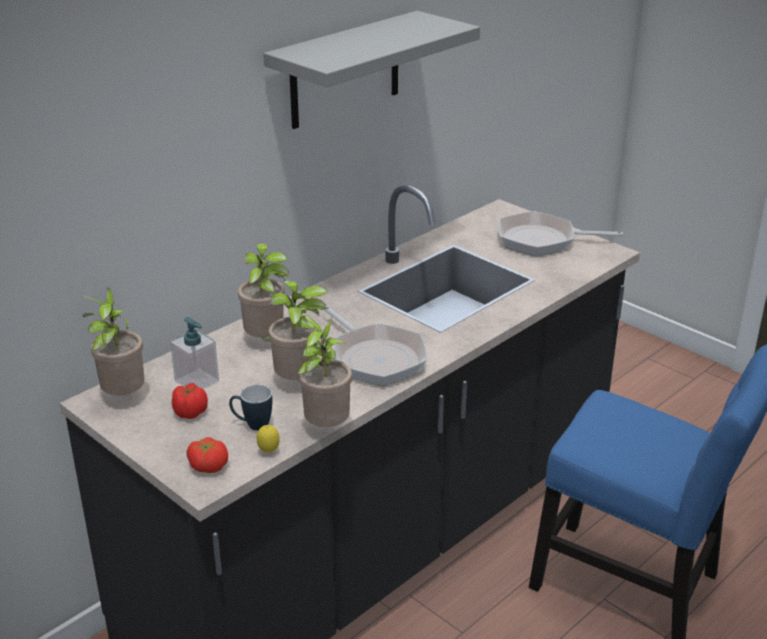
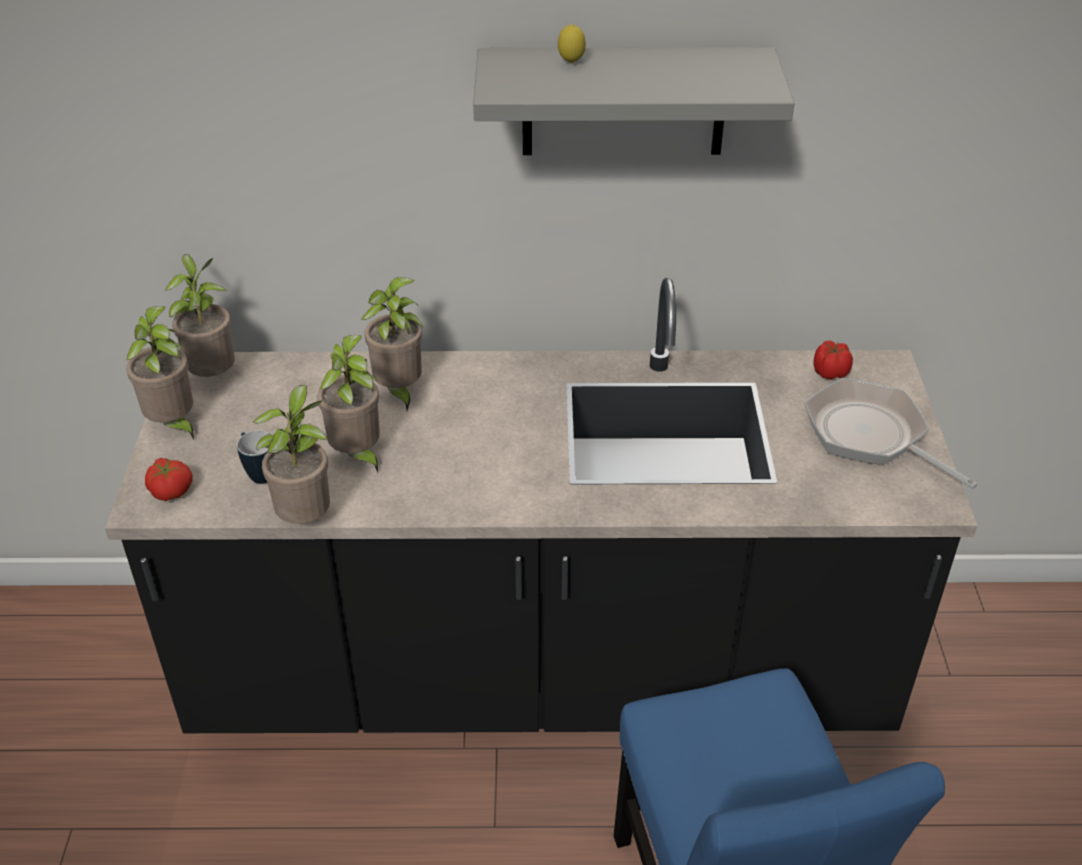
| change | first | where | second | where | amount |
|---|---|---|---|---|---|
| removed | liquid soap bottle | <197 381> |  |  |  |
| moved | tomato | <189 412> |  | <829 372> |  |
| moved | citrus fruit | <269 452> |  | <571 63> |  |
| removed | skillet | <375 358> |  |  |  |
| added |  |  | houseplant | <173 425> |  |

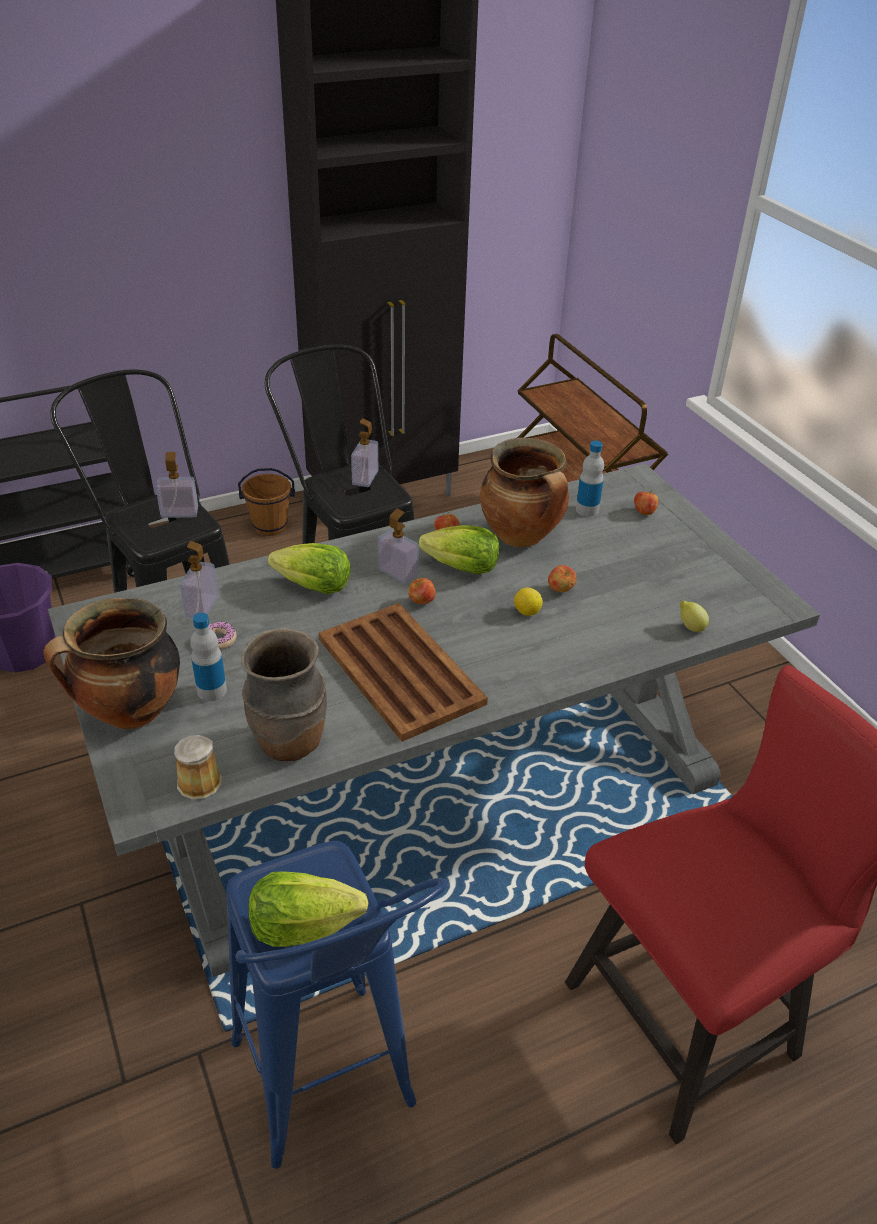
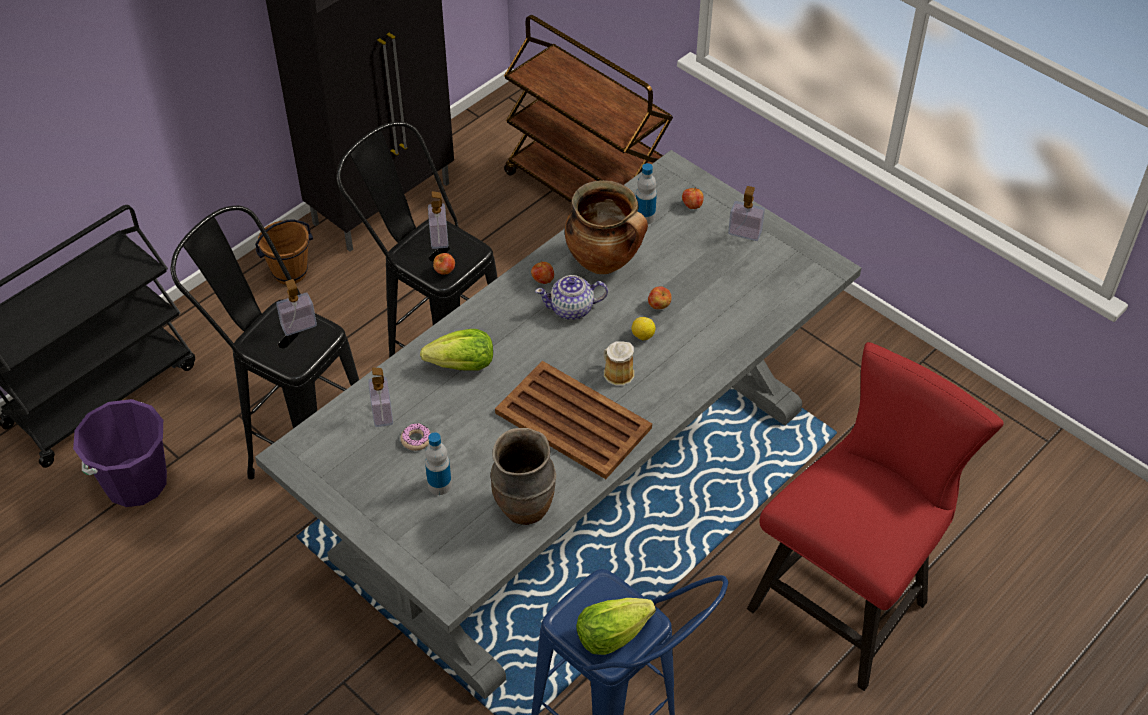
| change | first | where | second | where | amount |
|---|---|---|---|---|---|
| removed | saucepot | <130 713> |  |  |  |
| moved | coffee mug | <198 781> |  | <617 373> |  |
| moved | liquid soap bottle | <398 572> |  | <745 232> |  |
| moved | whole apple | <421 602> |  | <445 271> |  |
| replaced | lettuce head | <462 568> | teapot | <572 309> |  |
| removed | citrus fruit | <690 627> |  |  |  |

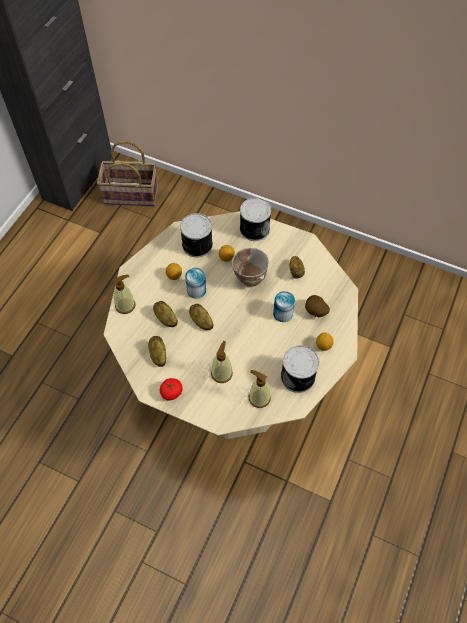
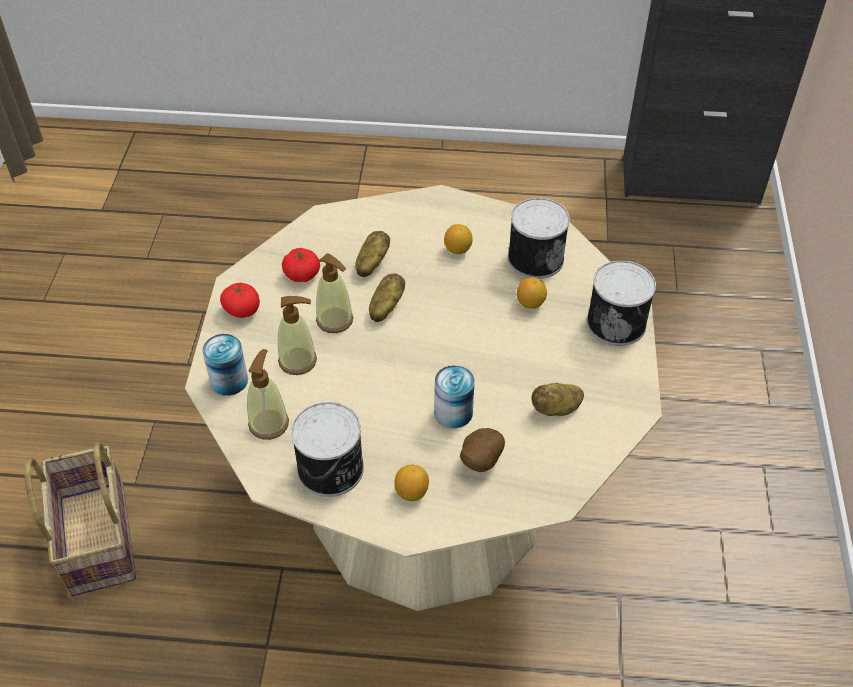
| change | first | where | second | where | amount |
|---|---|---|---|---|---|
| moved | storage basket | <130 195> |  | <96 538> |  |
| moved | liquid soap bottle | <125 305> |  | <335 320> |  |
| replaced | whole potato | <158 355> | tomato | <302 274> |  |
| moved | metal can | <196 290> |  | <229 380> |  |
| removed | bowl | <249 278> |  |  |  |

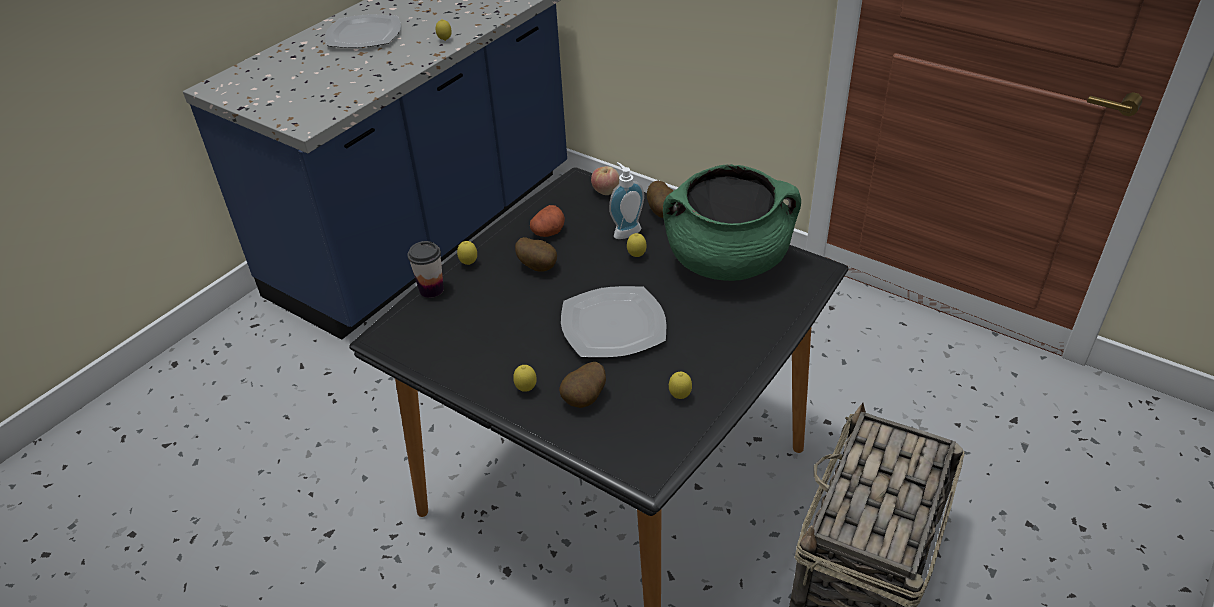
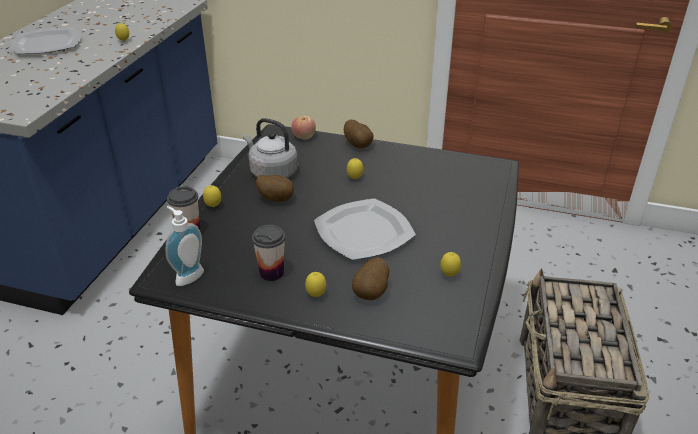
| change | first | where | second | where | amount |
|---|---|---|---|---|---|
| replaced | whole potato | <548 232> | tea kettle/greyish | <271 172> |  |
| moved | liquid soap bottle | <625 231> |  | <187 275> |  |
| removed | saucepot/green | <727 261> |  |  |  |
| added |  |  | cup | <271 273> |  |

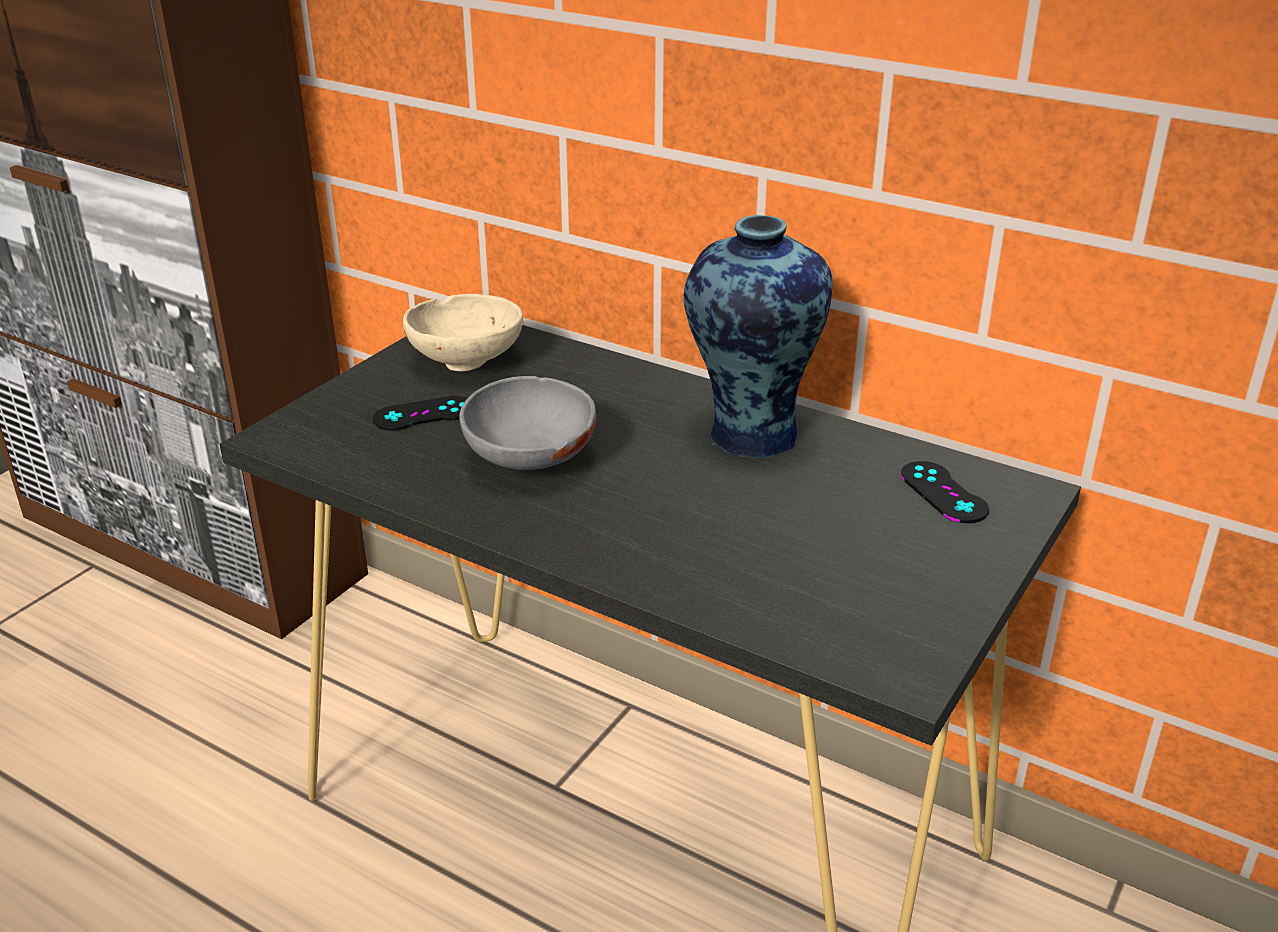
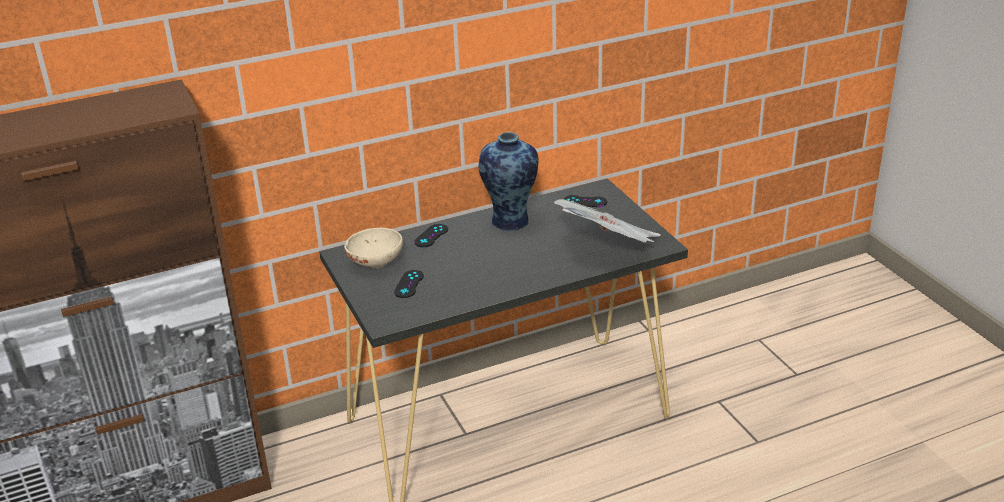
| change | first | where | second | where | amount |
|---|---|---|---|---|---|
| removed | bowl/greyish | <529 462> |  |  |  |
| added |  |  | gamepad/black-coloured | <431 236> |  |
| added |  |  | printed paper | <609 246> |  |

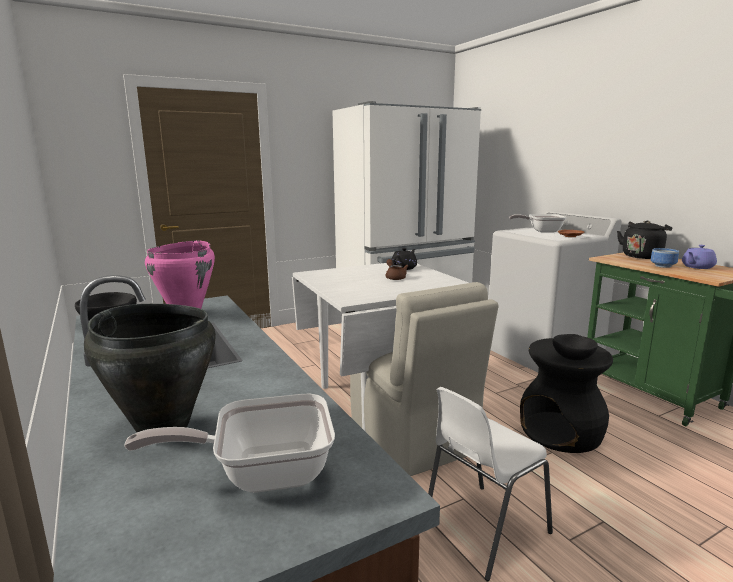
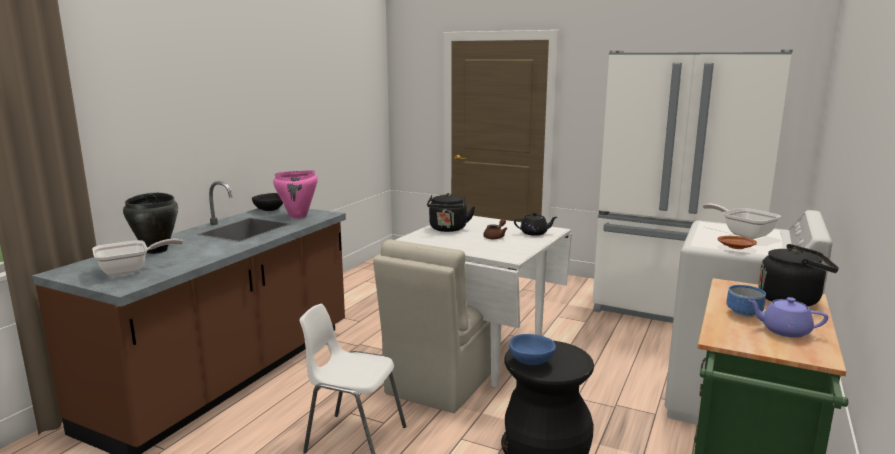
| change | first | where | second | where | amount |
|---|---|---|---|---|---|
| turned | skillet | <262 473> |  | <130 270> | 105 degrees clockwise |
| recoloured | bowl/black-coloured | <573 358> | bowl/blue | <531 362> |  |
| added |  |  | tea kettle/black-coloured | <448 229> |  |

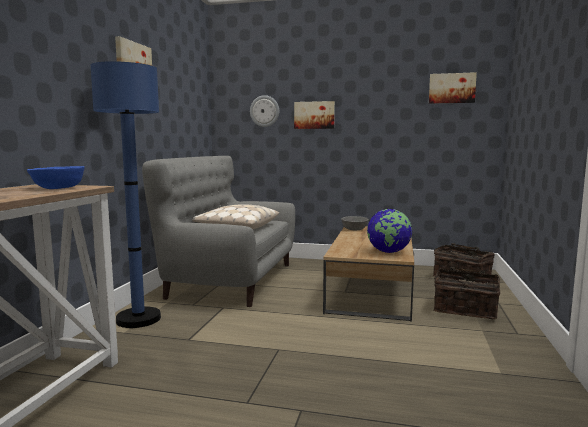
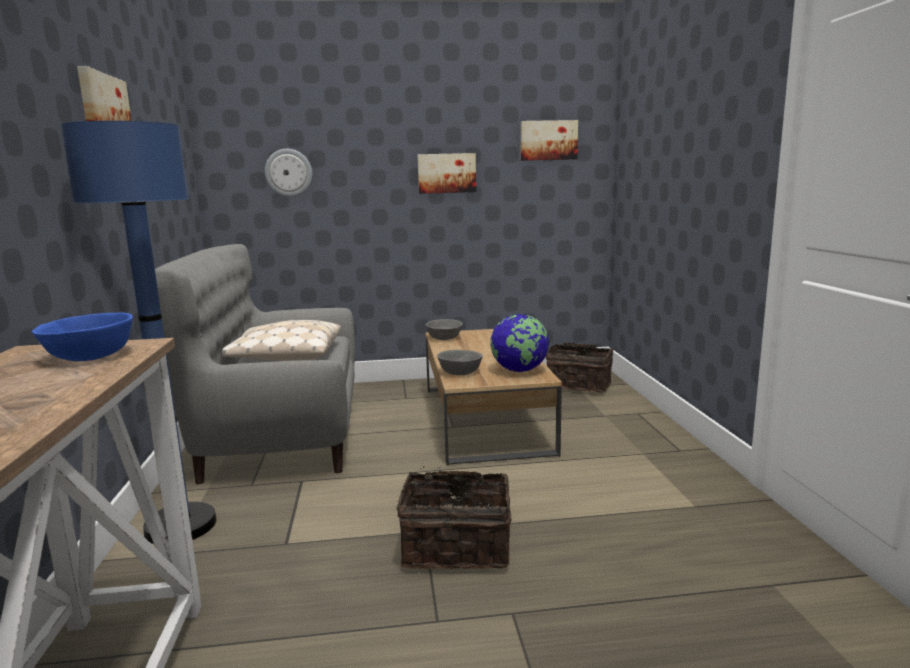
| change | first | where | second | where | amount |
|---|---|---|---|---|---|
| moved | wall art | <314 115> |  | <446 173> |  |
| moved | storage basket | <465 310> |  | <456 546> |  |
| added |  |  | bowl/greyish | <460 372> |  |

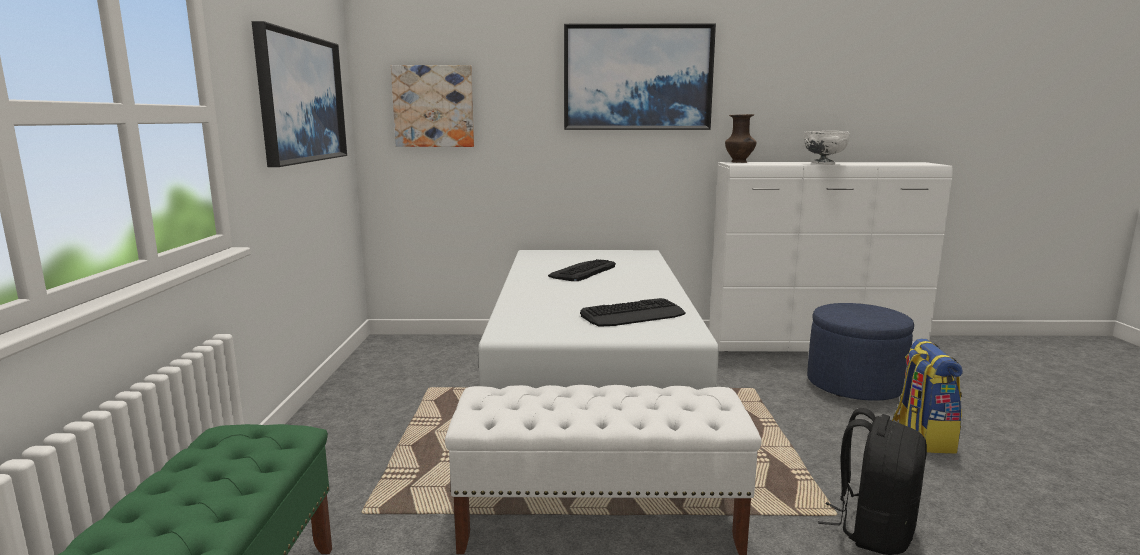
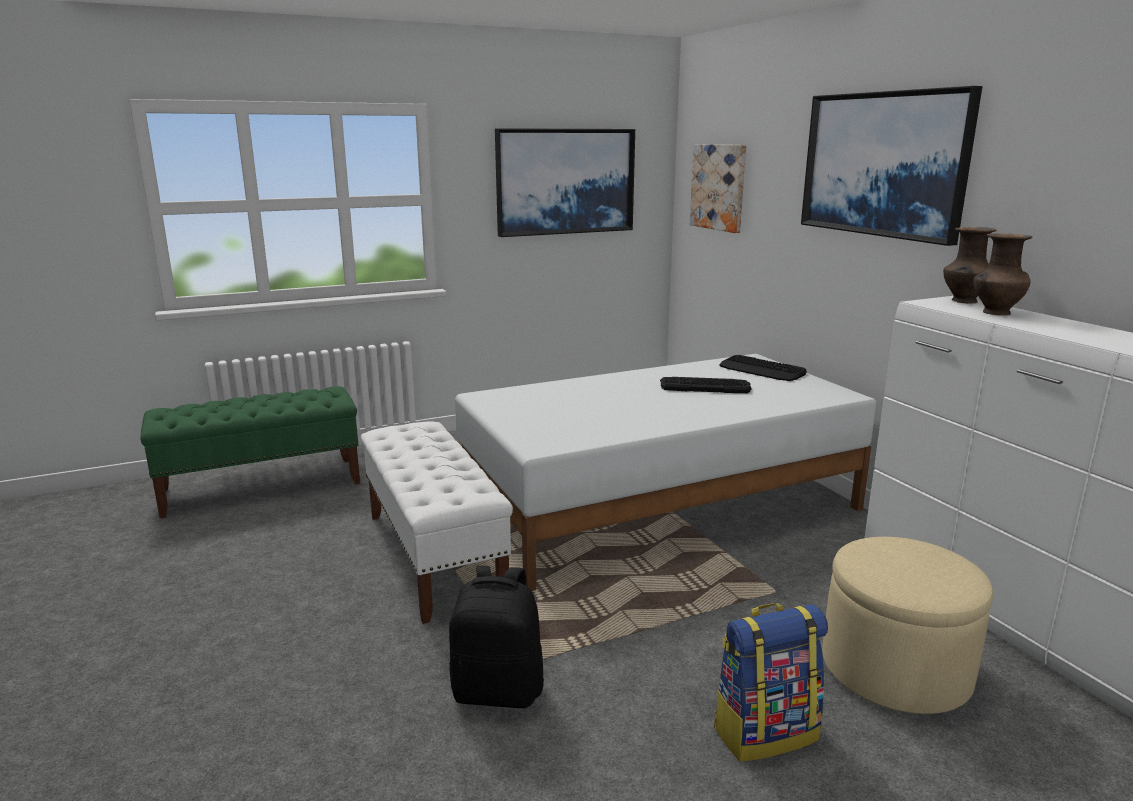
| change | first | where | second | where | amount |
|---|---|---|---|---|---|
| moved | PC keyboard | <633 314> |  | <762 370> |  |
| removed | bowl/white | <823 164> |  |  |  |
| recoloured | footrest/blue | <854 384> | footrest/beige-coloured | <895 669> |  |
| added |  |  | vase/brownish | <995 313> |  |

